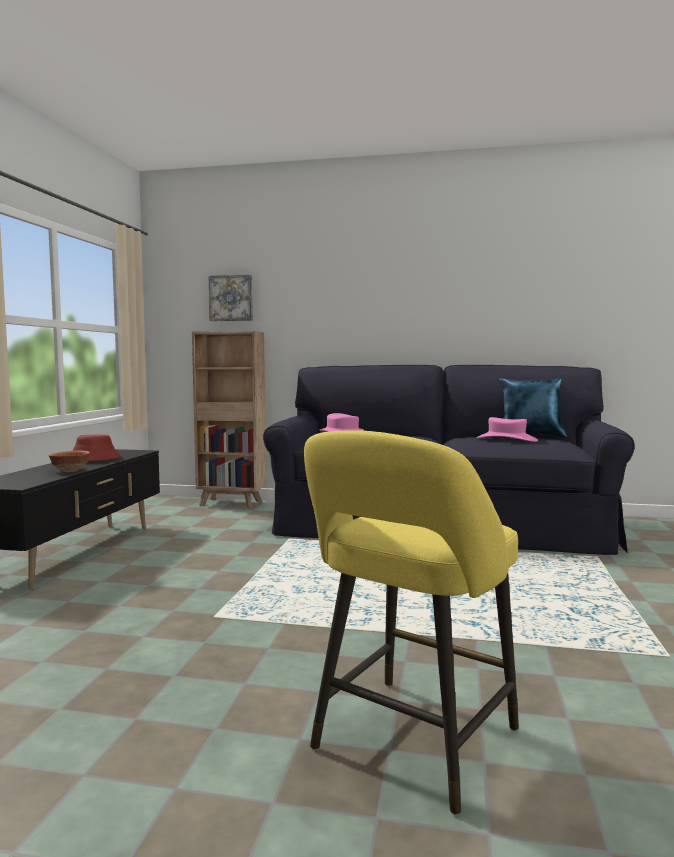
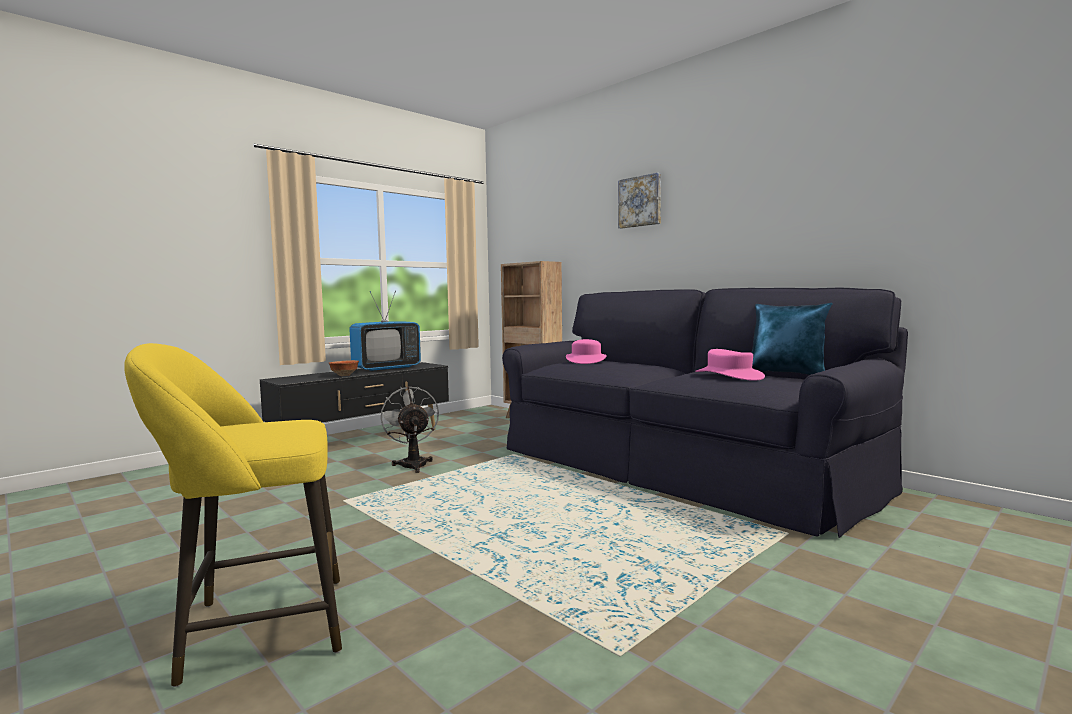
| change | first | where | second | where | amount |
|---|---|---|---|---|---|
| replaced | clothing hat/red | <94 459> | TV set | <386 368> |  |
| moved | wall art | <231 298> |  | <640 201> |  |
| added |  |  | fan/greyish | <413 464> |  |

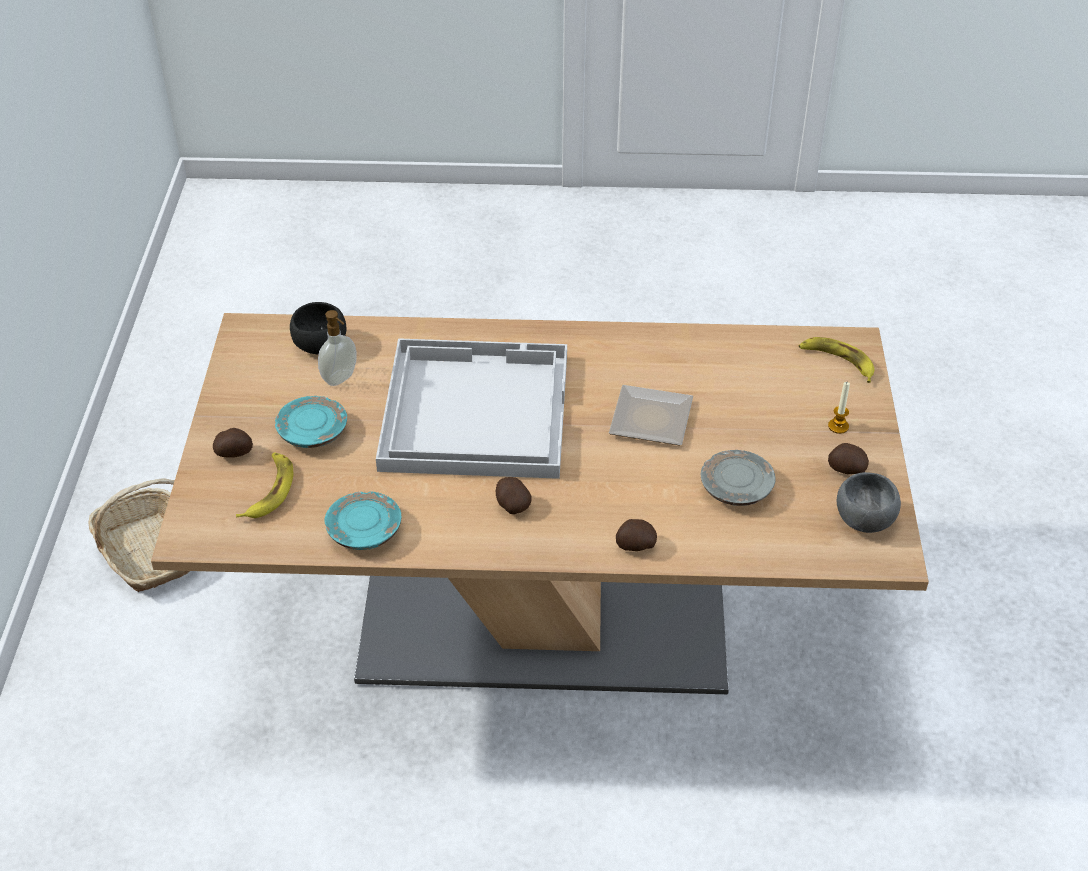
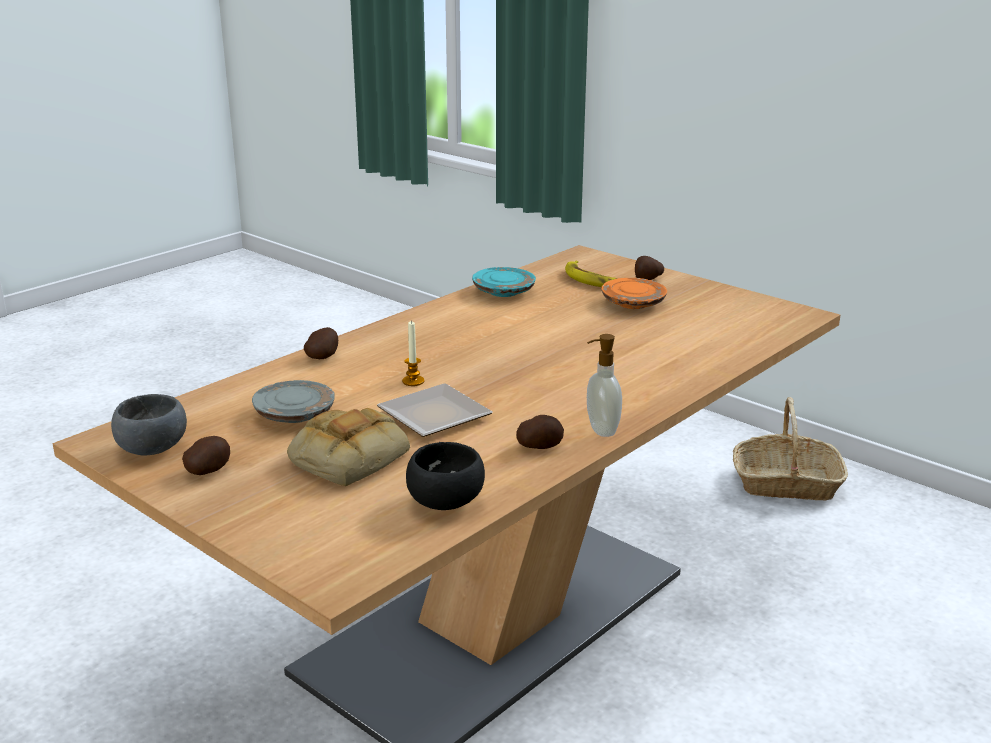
| change | first | where | second | where | amount |
|---|---|---|---|---|---|
| recoloured | flat dish/turquoise | <312 431> | flat dish/orange-coloured | <633 303> |  |
| moved | bowl/black-coloured | <319 344> |  | <448 502> |  |
| moved | liquid soap bottle | <340 378> |  | <601 430> |  |
| removed | tray/white | <474 410> |  |  |  |
| moved | whole potato | <512 505> |  | <539 447> |  |
| removed | banana fruit | <837 361> |  |  |  |
| moved | candle | <838 426> |  | <413 381> |  |
| added |  |  | bakery bread | <348 457> |  |

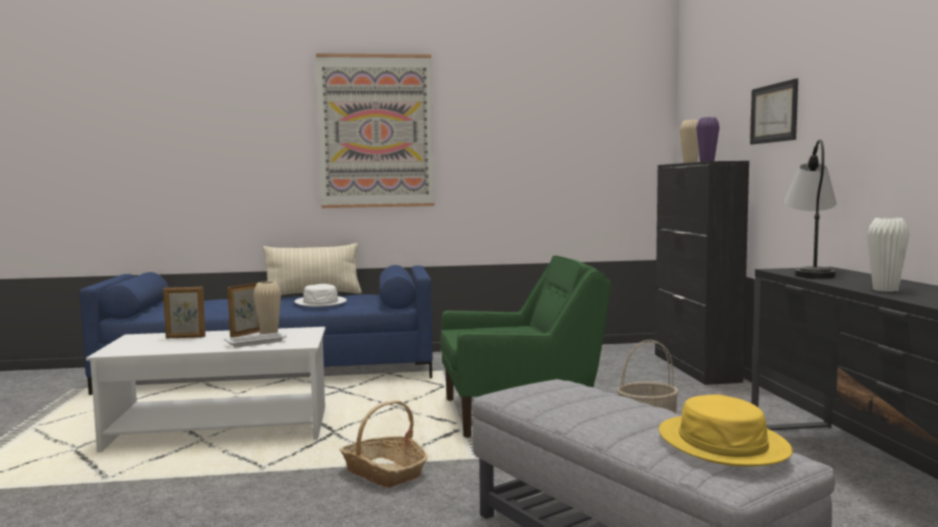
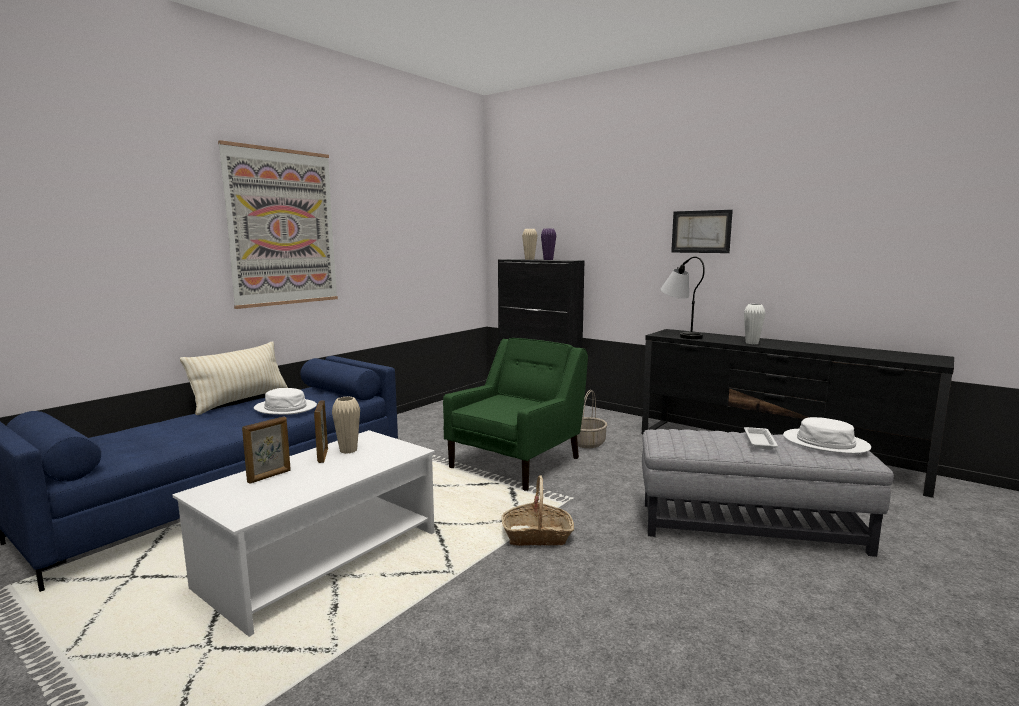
| change | first | where | second | where | amount |
|---|---|---|---|---|---|
| moved | tray/white | <257 343> |  | <759 441> |  |
| recoloured | clothing hat/yellow-coloured | <723 443> | clothing hat/white | <825 443> |  |
| moved | wall art | <774 113> |  | <701 231> |  |

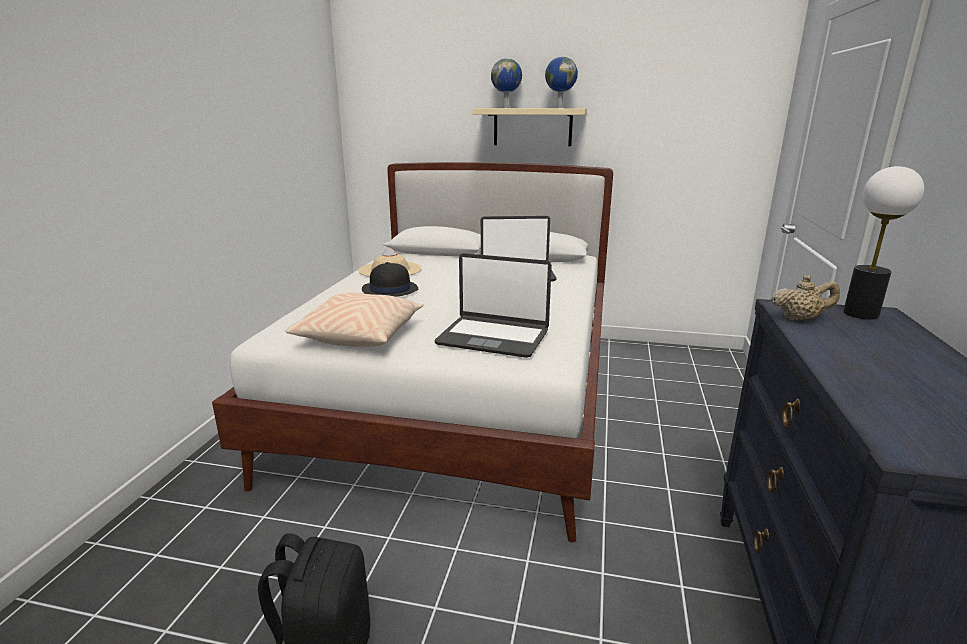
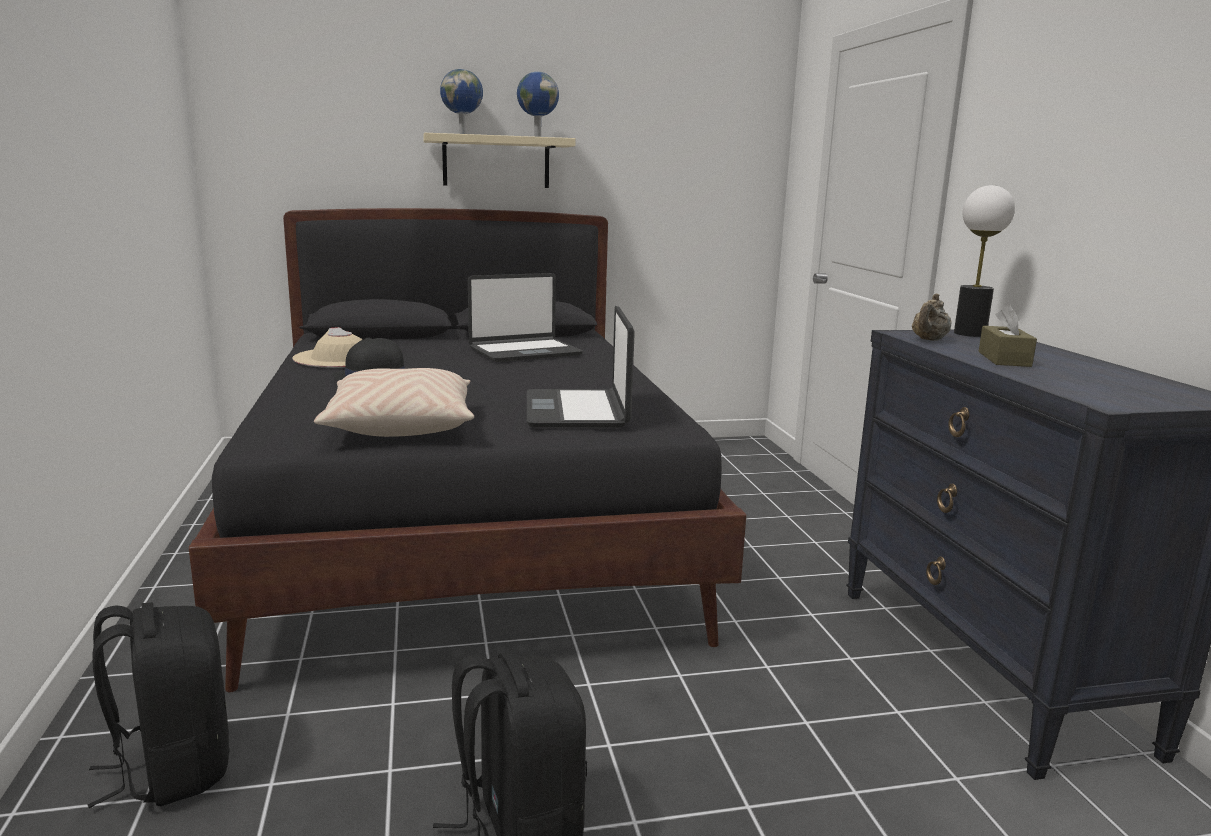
| change | first | where | second | where | amount |
|---|---|---|---|---|---|
| recoloured | bed/white | <462 398> | bed/black-coloured | <469 530> |  |
| turned | notebook computer | <493 337> |  | <577 411> | 90 degrees clockwise |
| turned | teapot/beige-coloured | <799 319> |  | <929 340> | 150 degrees clockwise |
| added |  |  | backpack/black-coloured | <172 769> |  |
| added |  |  | tissue holder/brownish | <1004 359> |  |

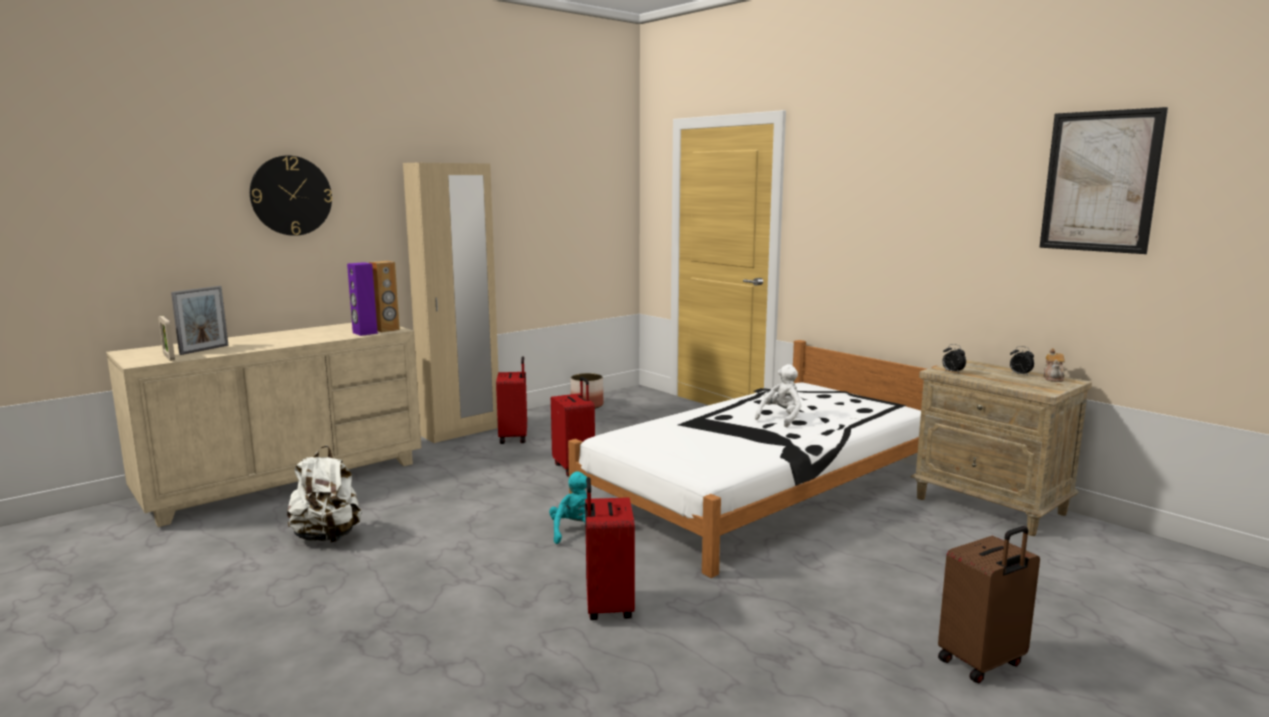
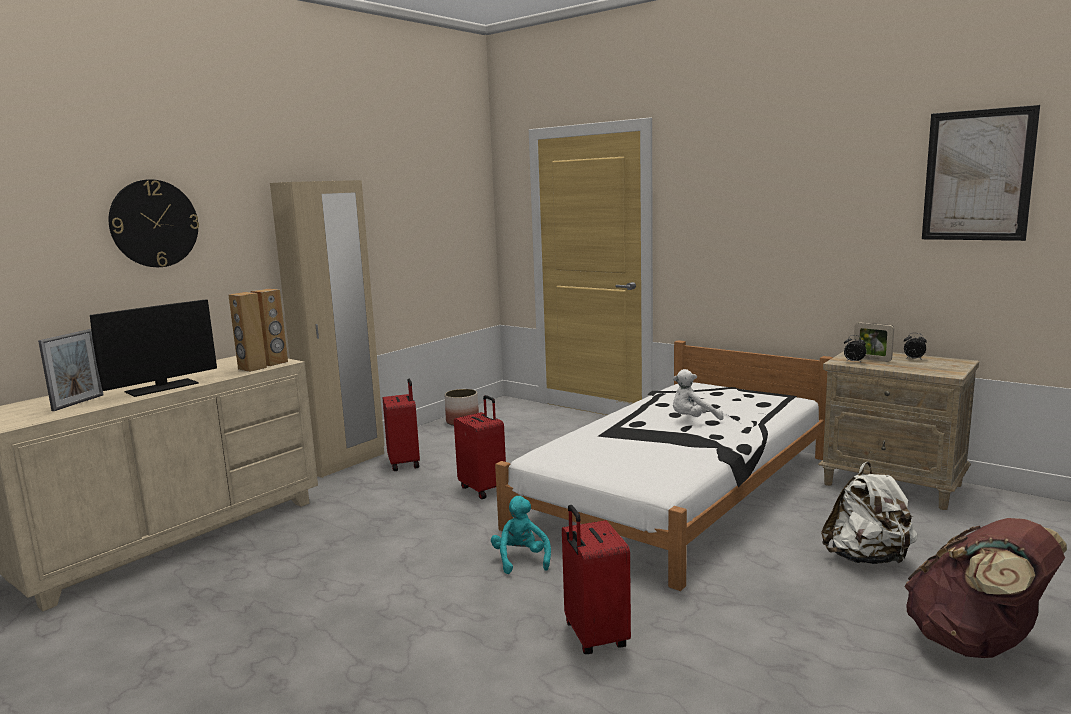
| change | first | where | second | where | amount |
|---|---|---|---|---|---|
| moved | standing frame | <169 357> |  | <872 359> |  |
| moved | backpack/white | <327 537> |  | <867 559> |  |
| recoloured | loudspeaker/purple | <364 333> | loudspeaker/brownish | <252 368> |  |
| turned | soft toy/white | <781 418> |  | <693 420> | 135 degrees counterclockwise |
| replaced | piece of luggage/brownish | <982 663> | backpack/brownish | <976 644> |  |
| removed | teapot | <1053 378> |  |  |  |
| added |  |  | computer screen | <162 387> |  |

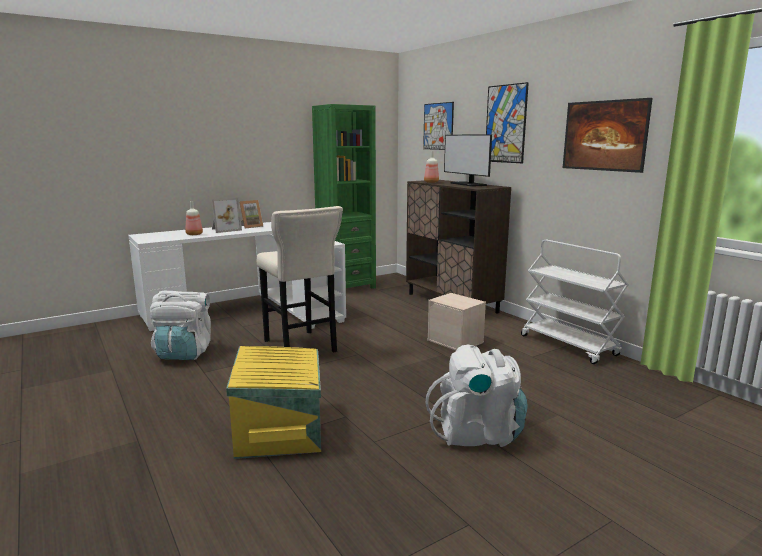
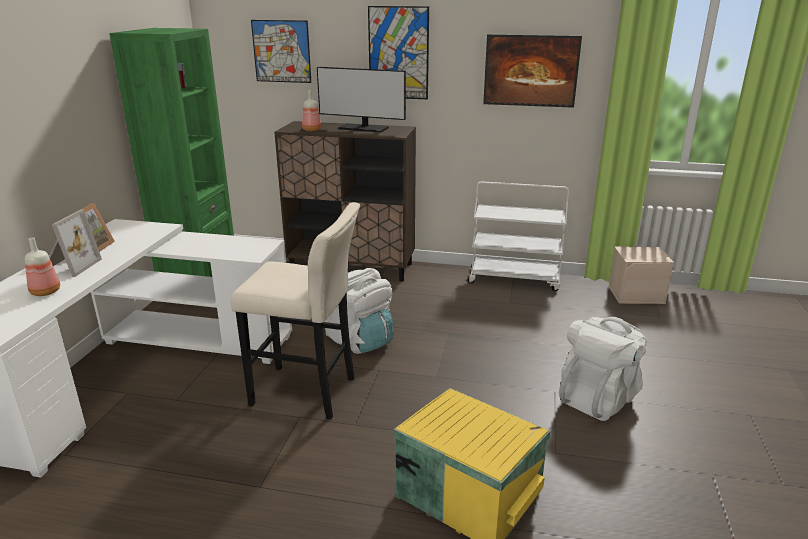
| change | first | where | second | where | amount |
|---|---|---|---|---|---|
| moved | backpack/white | <184 353> |  | <359 340> |  |
| moved | storage box/beige-coloured | <456 341> |  | <636 294> |  |

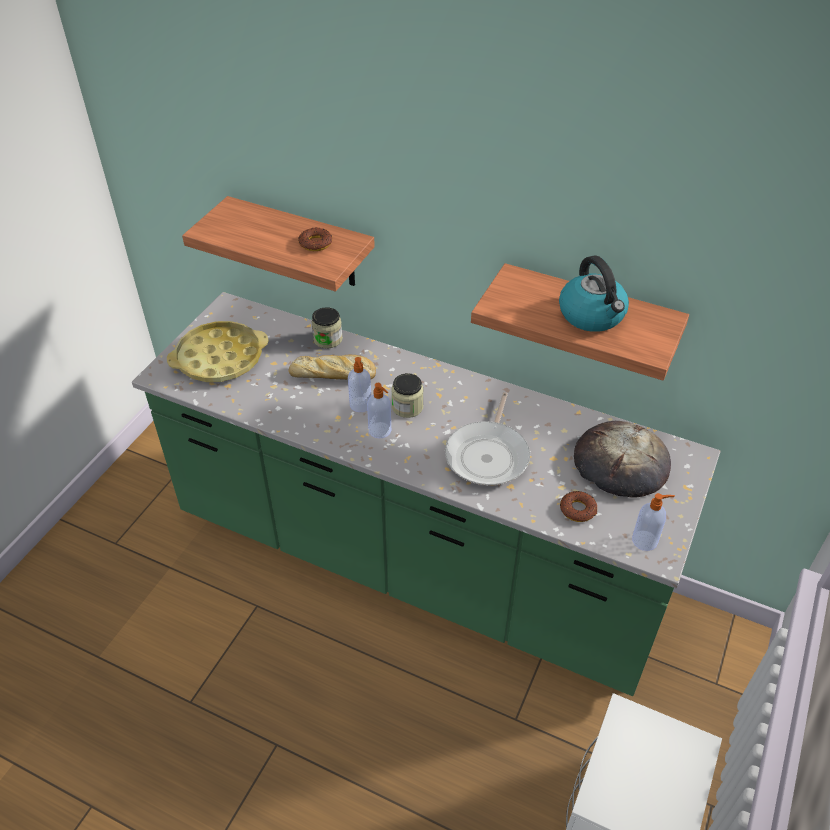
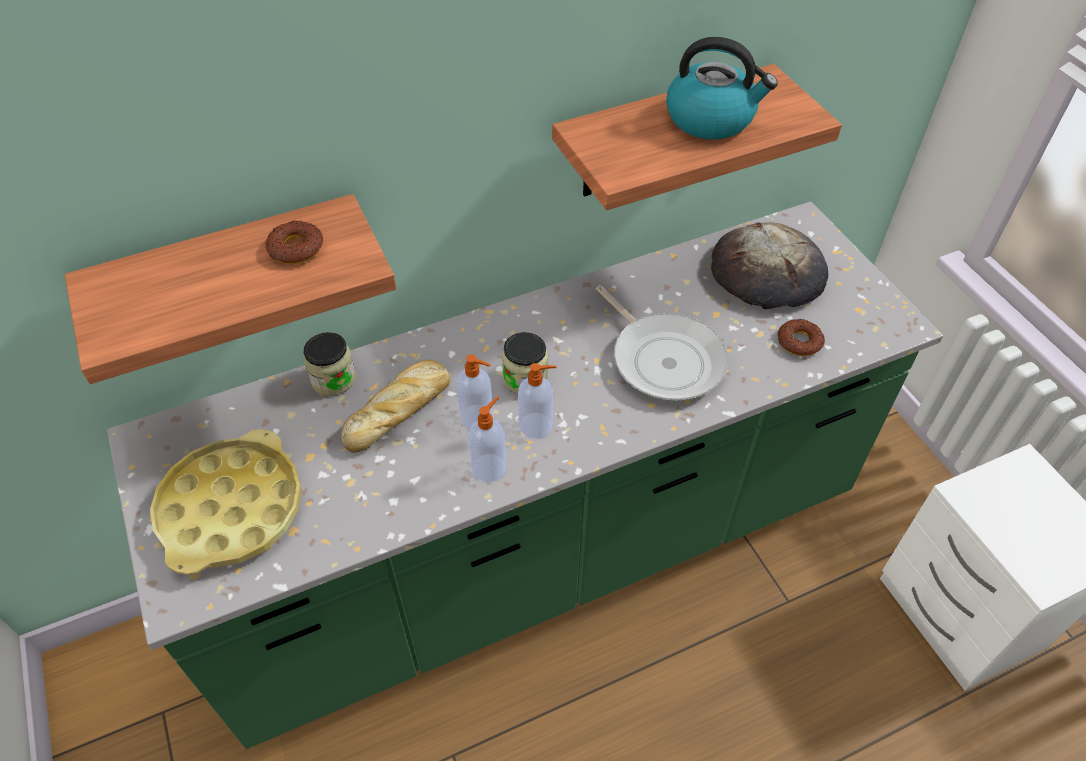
| change | first | where | second | where | amount |
|---|---|---|---|---|---|
| moved | liquid soap bottle | <645 540> |  | <490 467> |  |

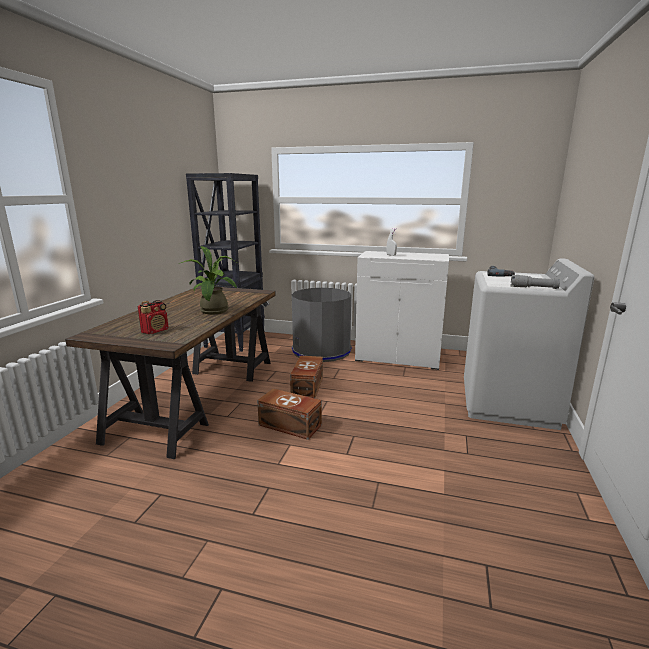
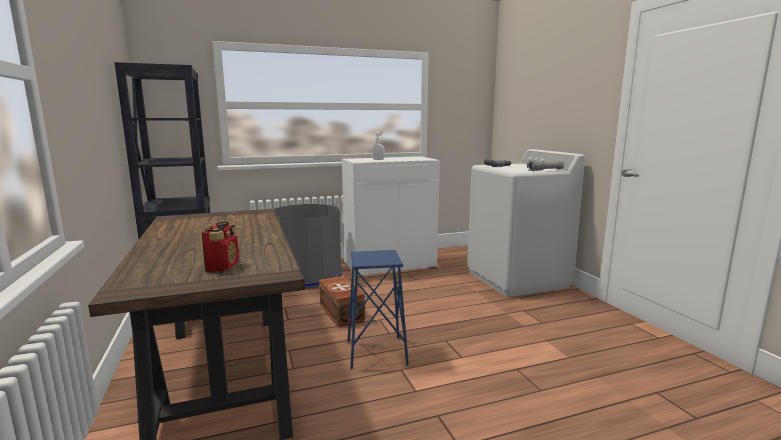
| change | first | where | second | where | amount |
|---|---|---|---|---|---|
| removed | houseplant | <214 312> |  |  |  |
| replaced | storage box/brownish | <290 426> | sitting stool/blue | <376 352> |  |

